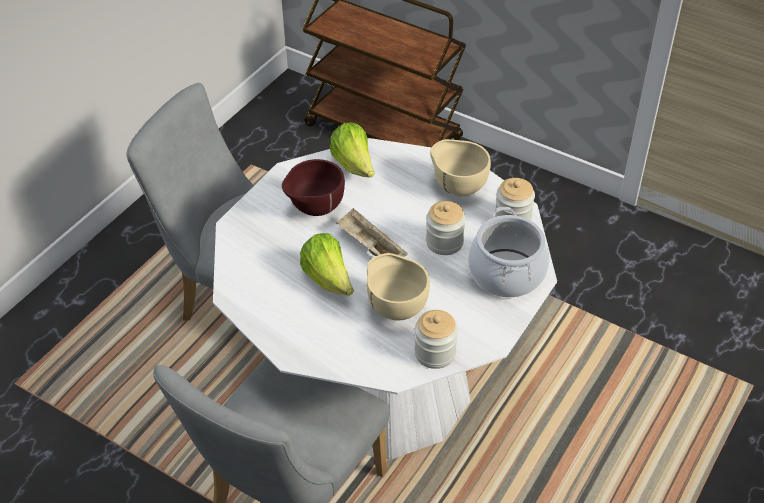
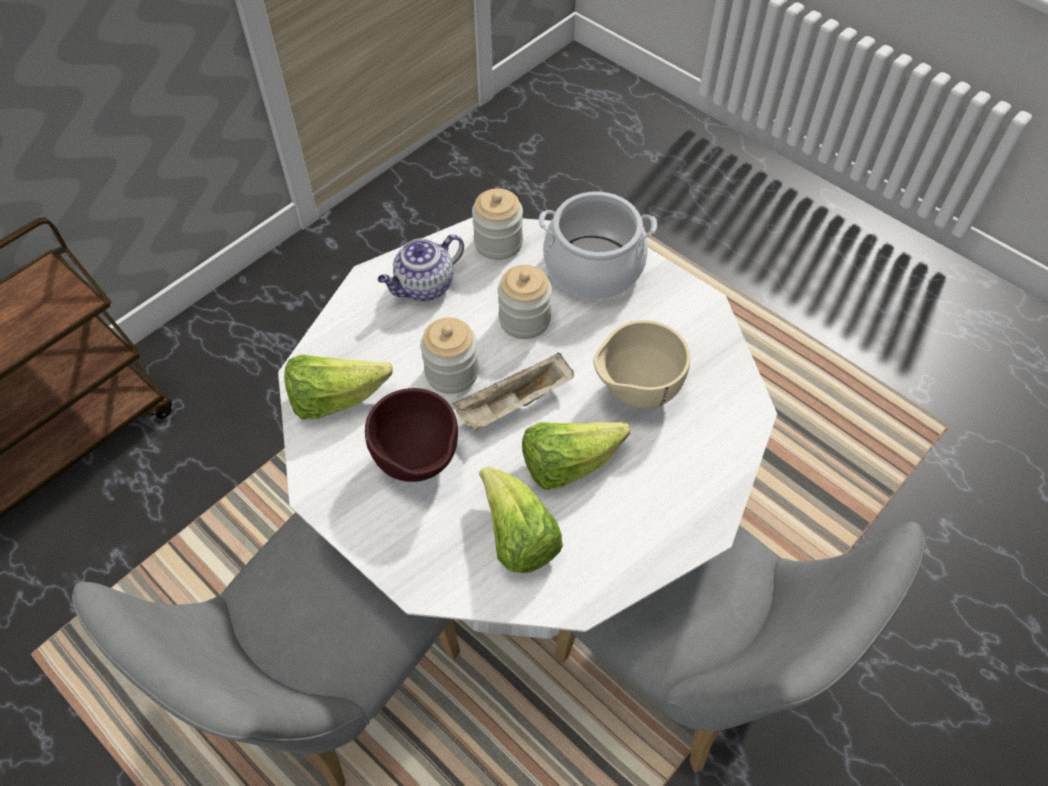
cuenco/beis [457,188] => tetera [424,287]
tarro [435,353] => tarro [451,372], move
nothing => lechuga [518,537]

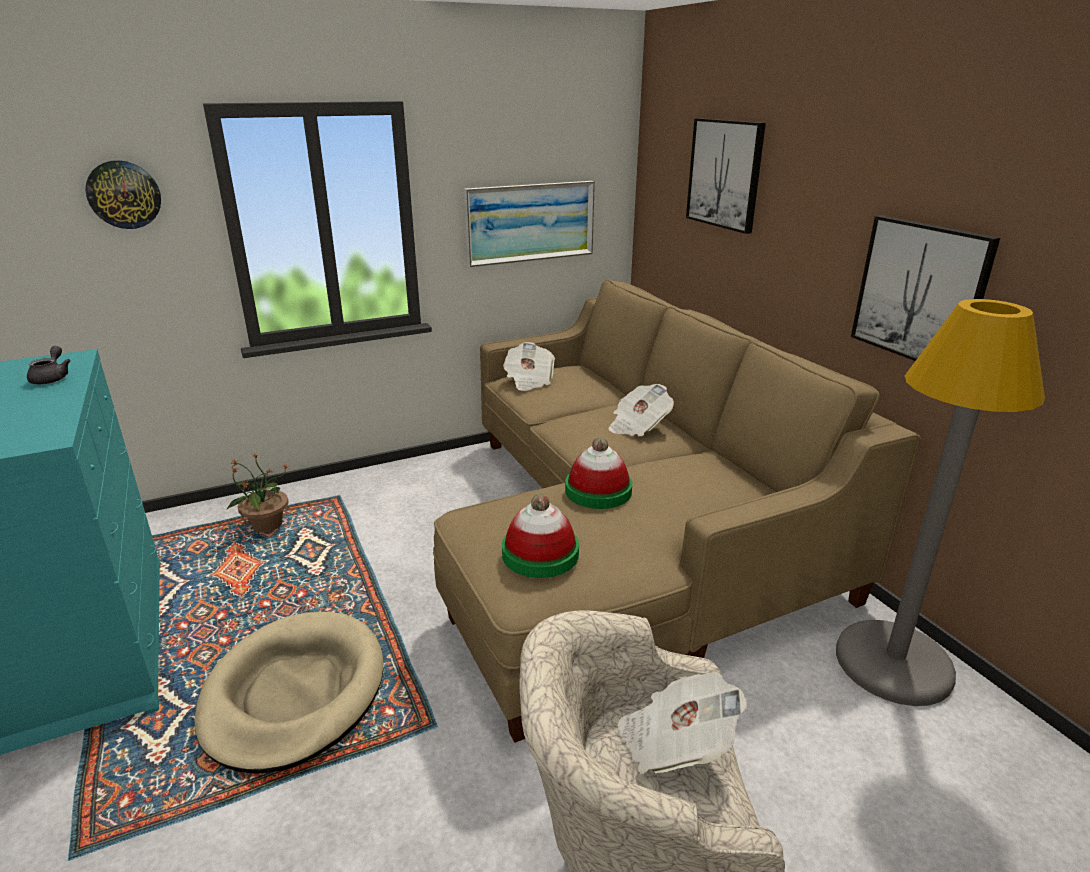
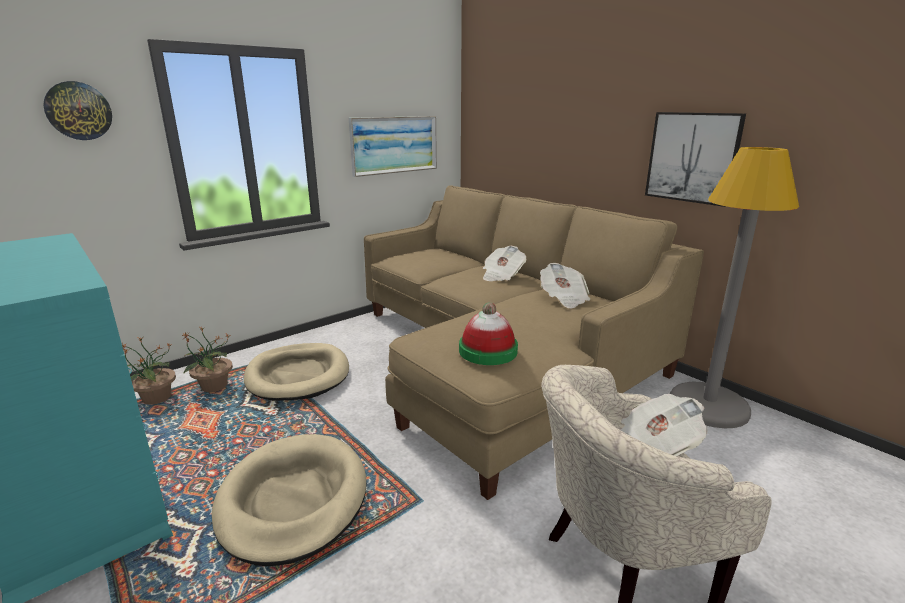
nothing => planta en maceta [156,399]
nothing => cama para perro/beis [298,375]
periódico [529,380] => periódico [563,298], move
tetera/gris [52,378] => nothing
sombrero [598,491] => nothing
cuadro [725,174] => nothing

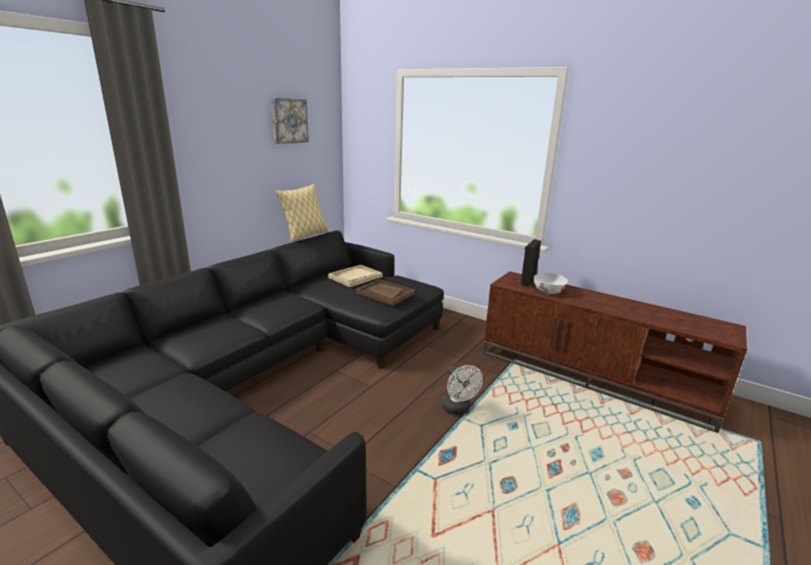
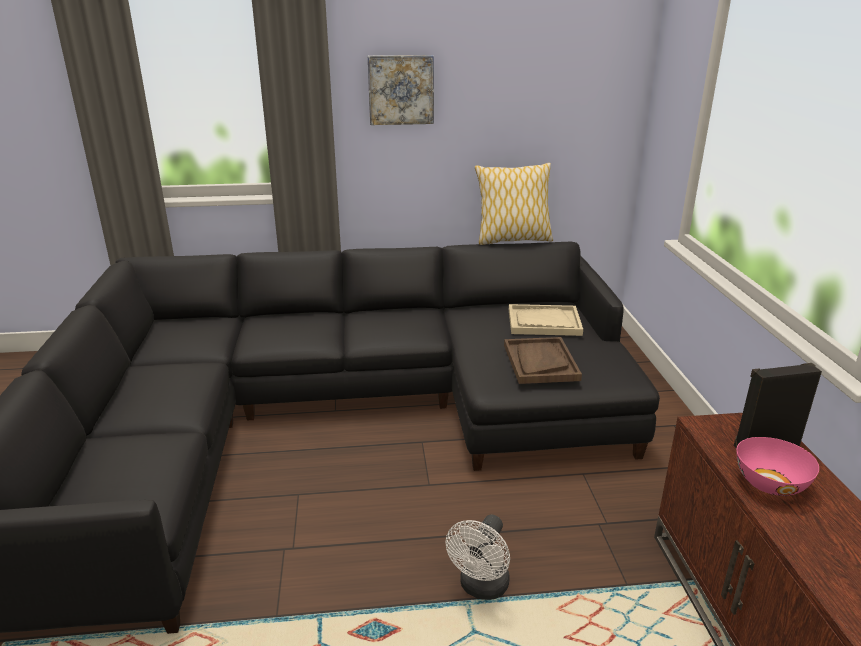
cuadro [289,121] => cuadro [400,89], move
cuenco/blanco [548,291] => cuenco/rosa [770,483]

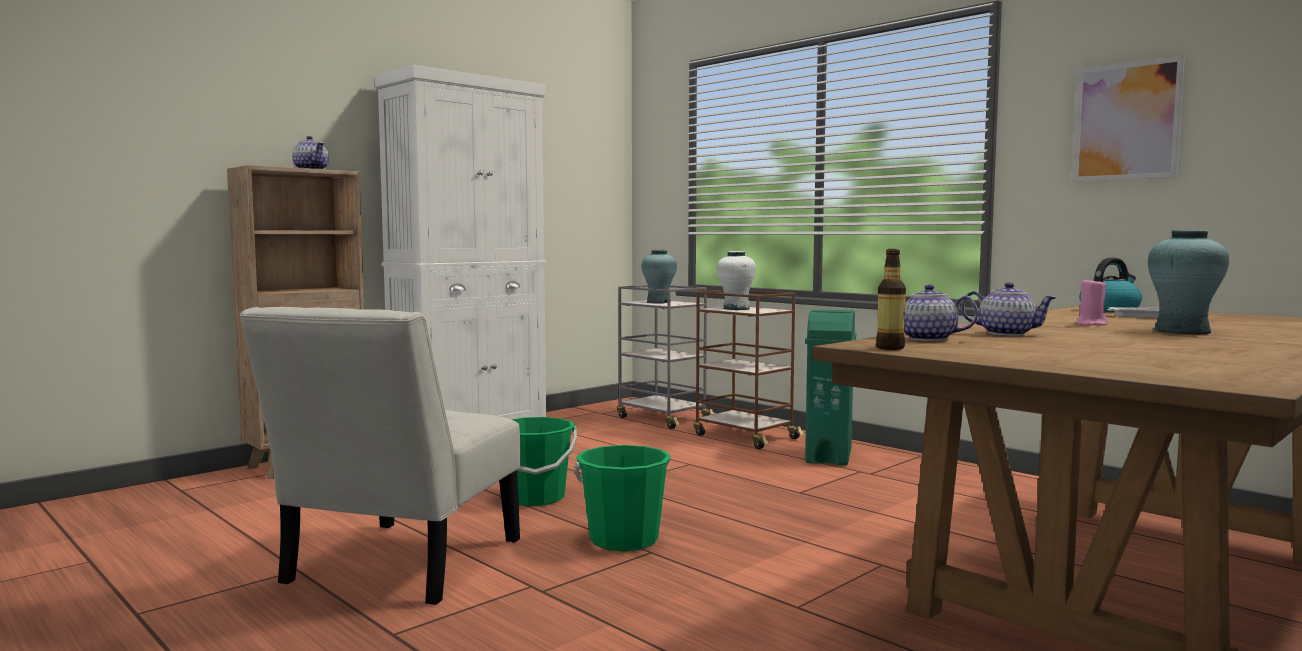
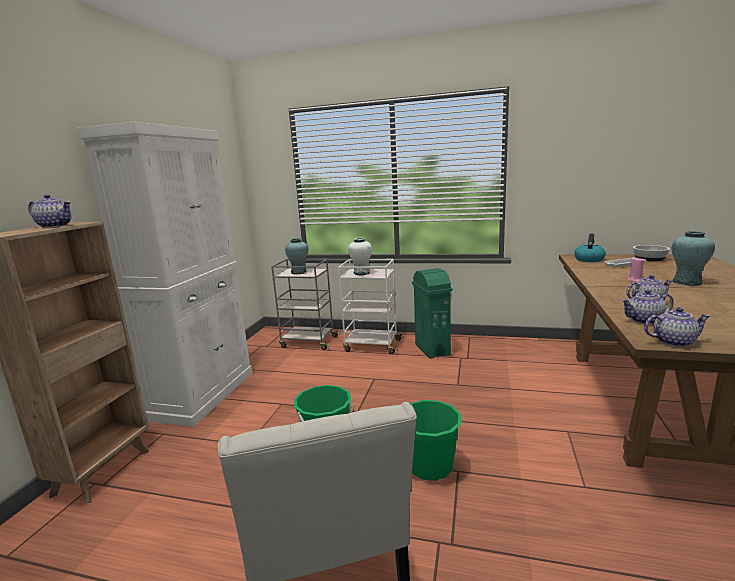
carrito/marrón [744,436] => carrito/blanco [372,345]
nothing => cuenco [650,258]
botella [890,348] => tetera [673,341]
cuadro [1126,121] => nothing

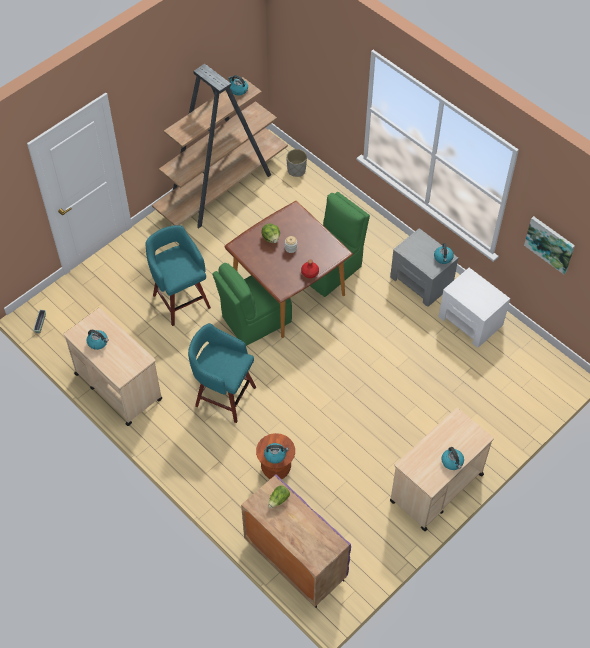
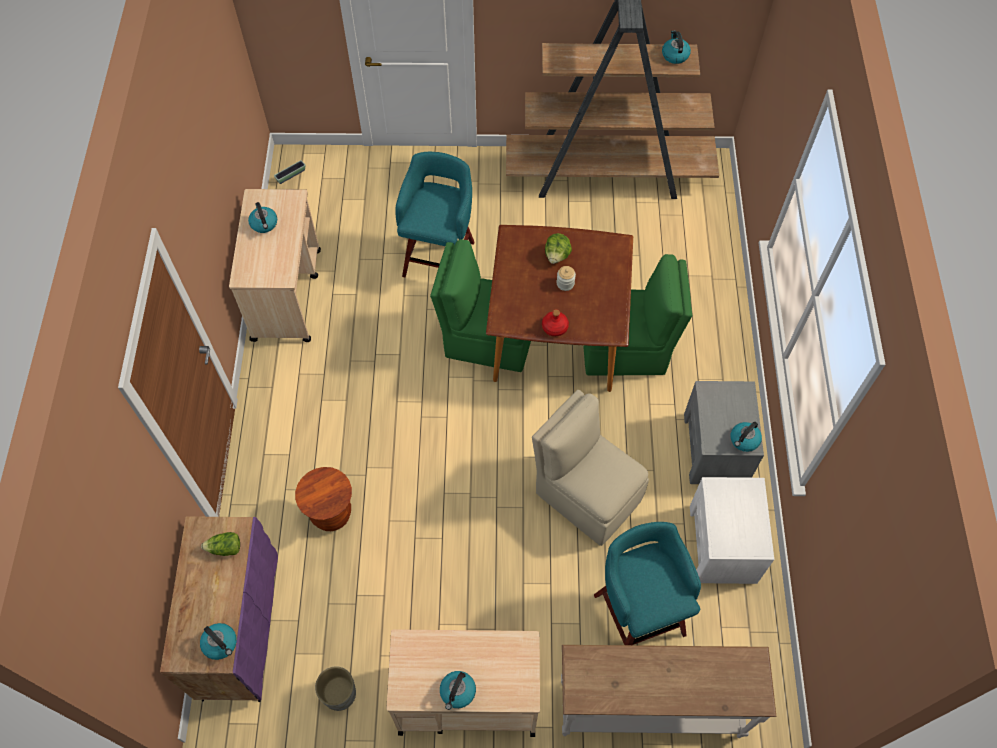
hervidor [275,455] => hervidor [221,644], move
maceta/gris [296,170] => maceta/gris [340,694], move
nothing => silla/beis [586,494]
nothing => mesa consola/blanco [650,707]
taburete/turquesa [223,395] => taburete/turquesa [638,611], move
cuadro [550,244] => nothing

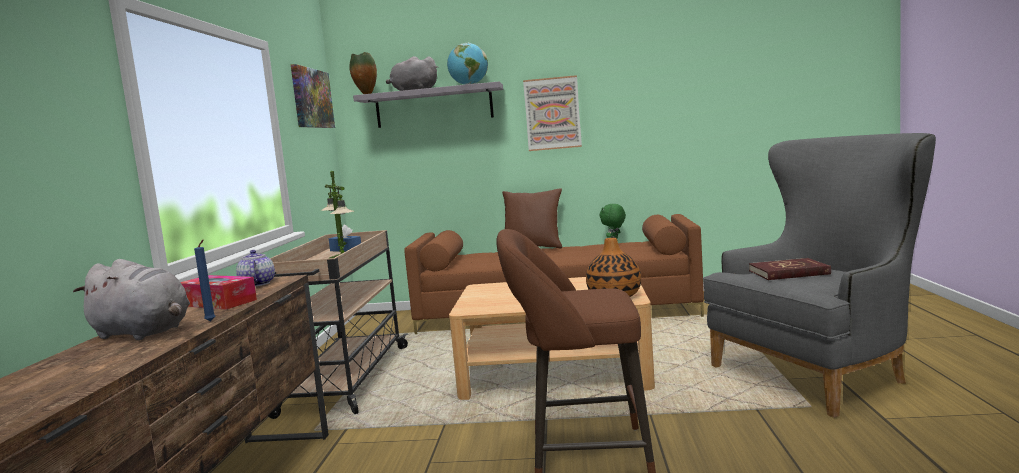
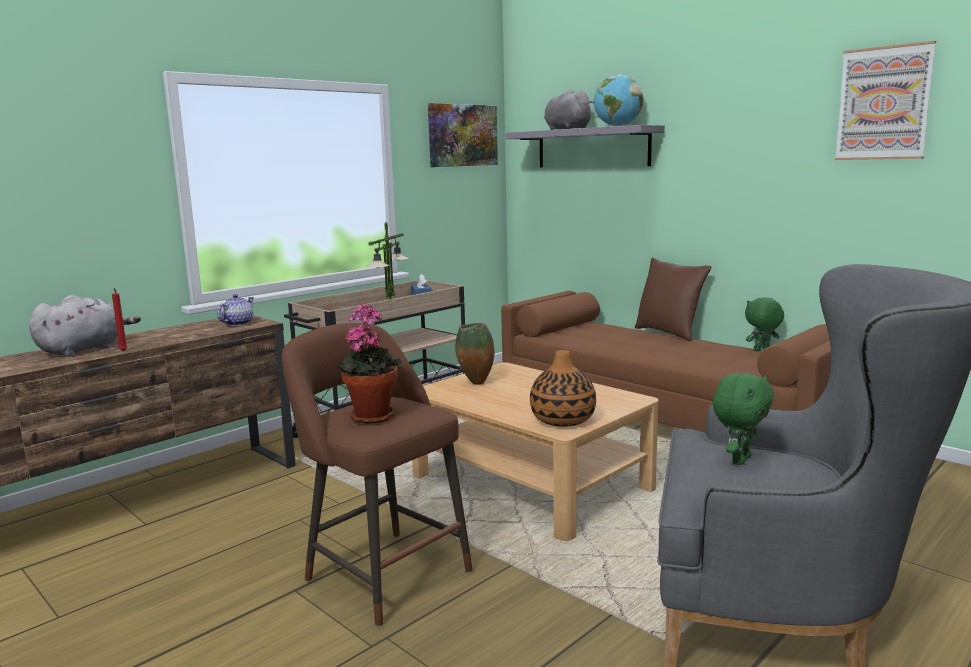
peluche/gris [143,333] => peluche/gris [84,349], 120 degrees counterclockwise
vela/azul [211,321] => vela/rojo [123,351]
nothing => planta en maceta [371,415]
florero [366,94] => florero [475,383], move
libro/rojo [788,272] => peluche/verde [739,460]
cuadro [552,113] => cuadro [883,103], move
caja de pañuelos [218,303] => nothing

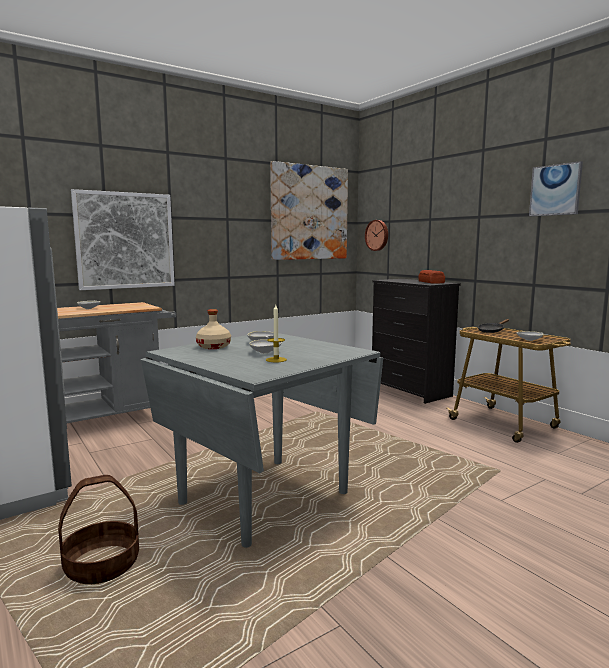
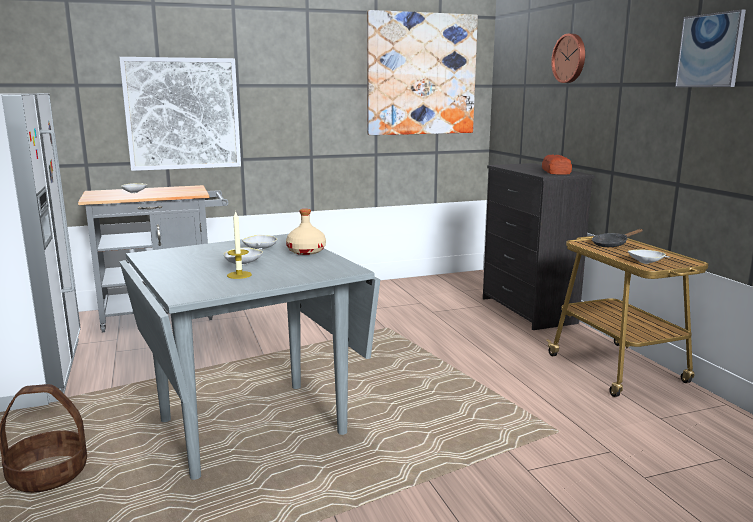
botella/beis [214,346] => botella/beis [306,251], move
reloj de pared [377,235] => reloj de pared [570,58], move

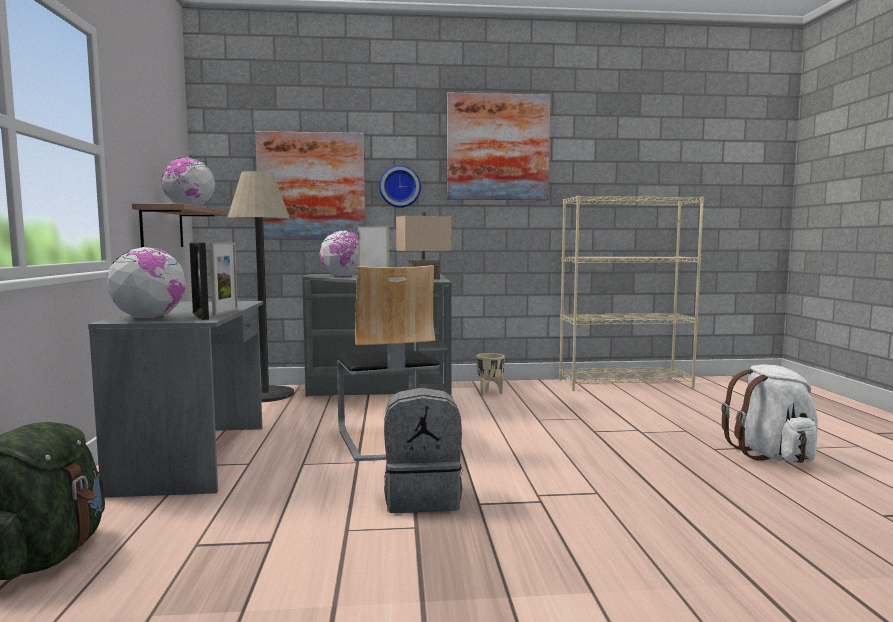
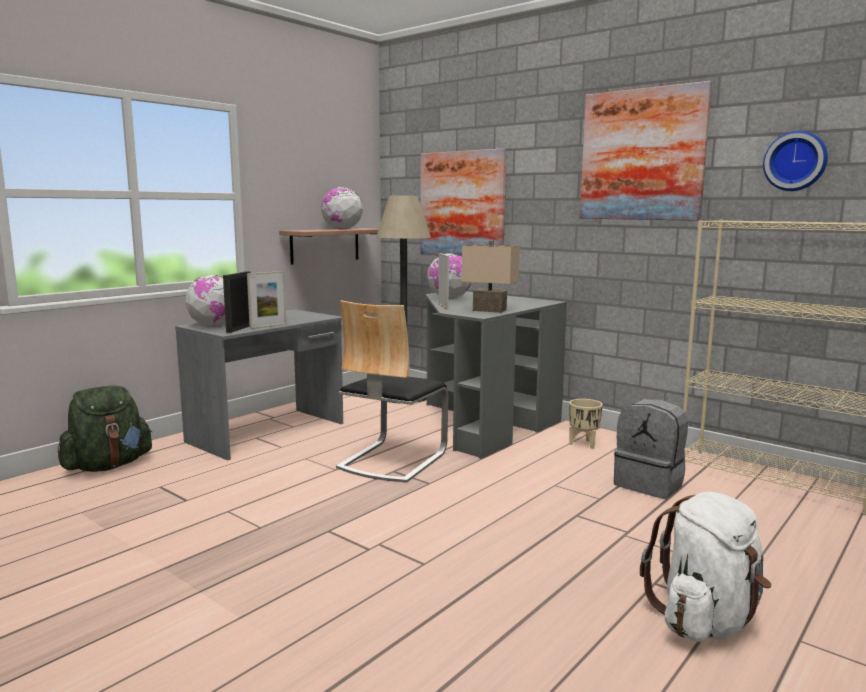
mochila/gris [423,497] => mochila/gris [650,484], move
reloj de pared [400,186] => reloj de pared [795,161], move

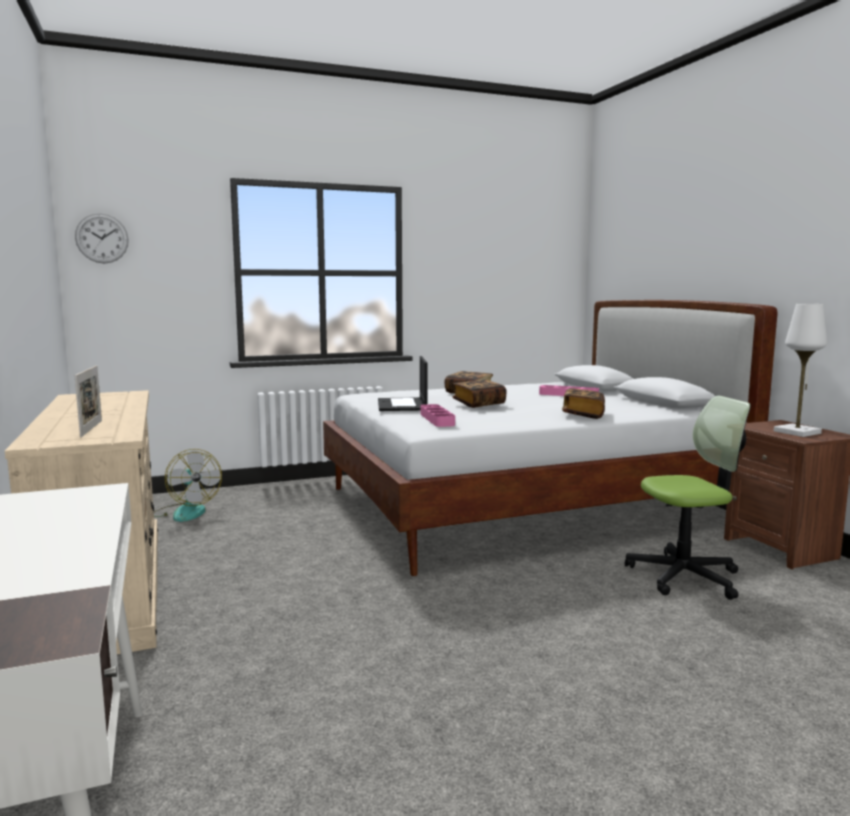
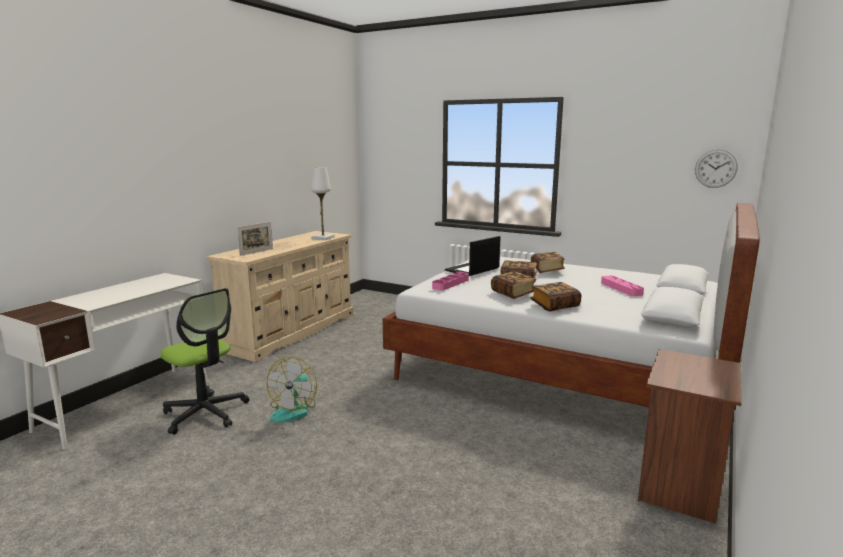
silla de oficina [684,576] => silla de oficina [205,413], move
ventilador [185,512] => ventilador [294,410], move
lámpara de mesa/blanco [797,432] => lámpara de mesa/blanco [323,238], move
nothing => libro [513,294]
reloj de pared [102,238] => reloj de pared [715,168], move

